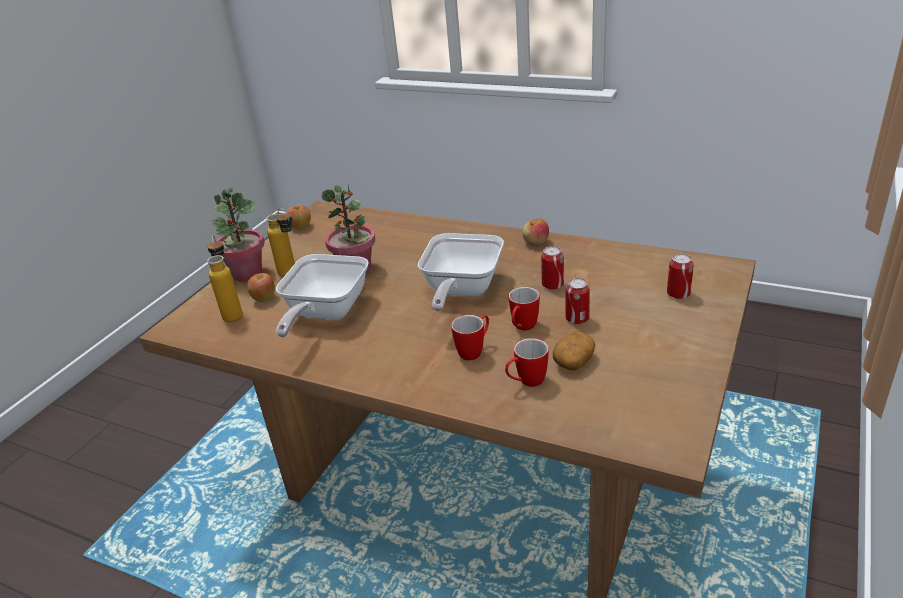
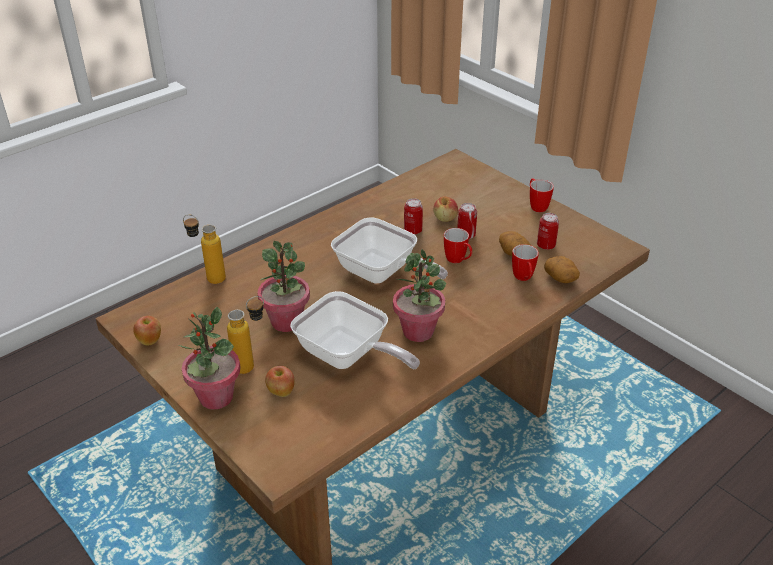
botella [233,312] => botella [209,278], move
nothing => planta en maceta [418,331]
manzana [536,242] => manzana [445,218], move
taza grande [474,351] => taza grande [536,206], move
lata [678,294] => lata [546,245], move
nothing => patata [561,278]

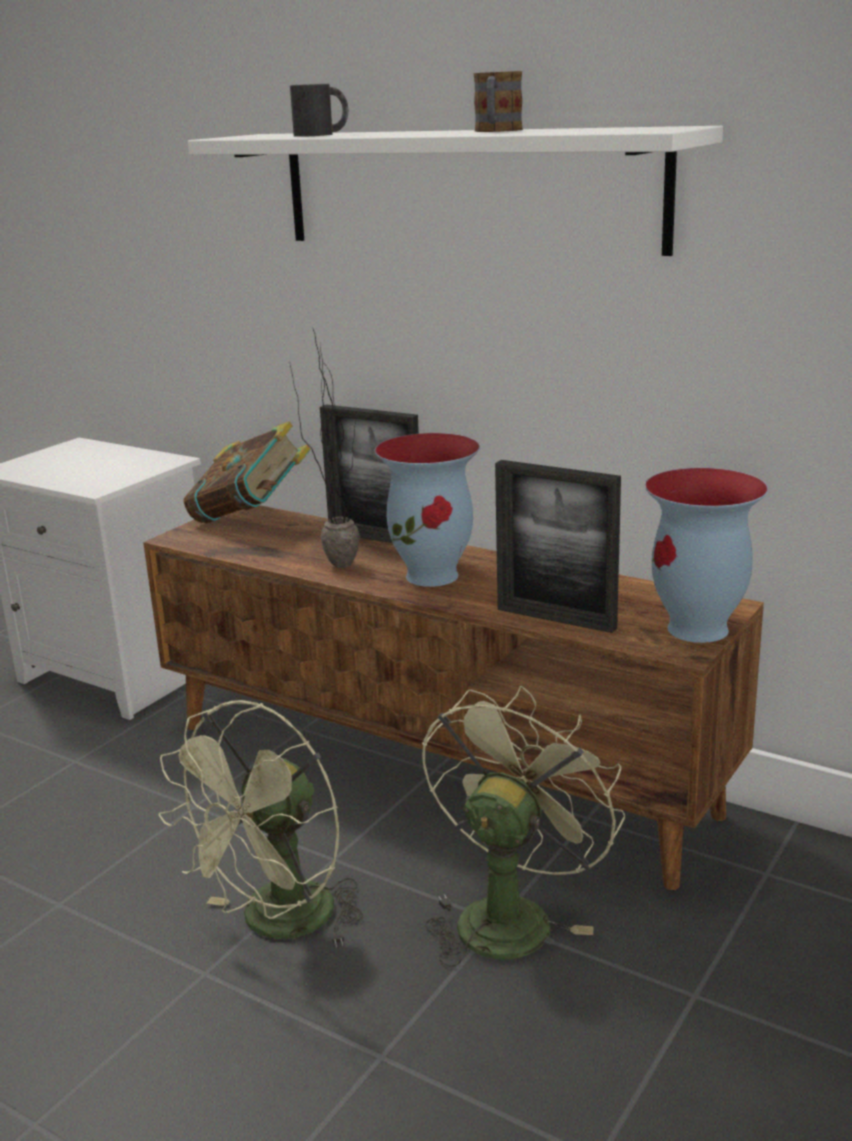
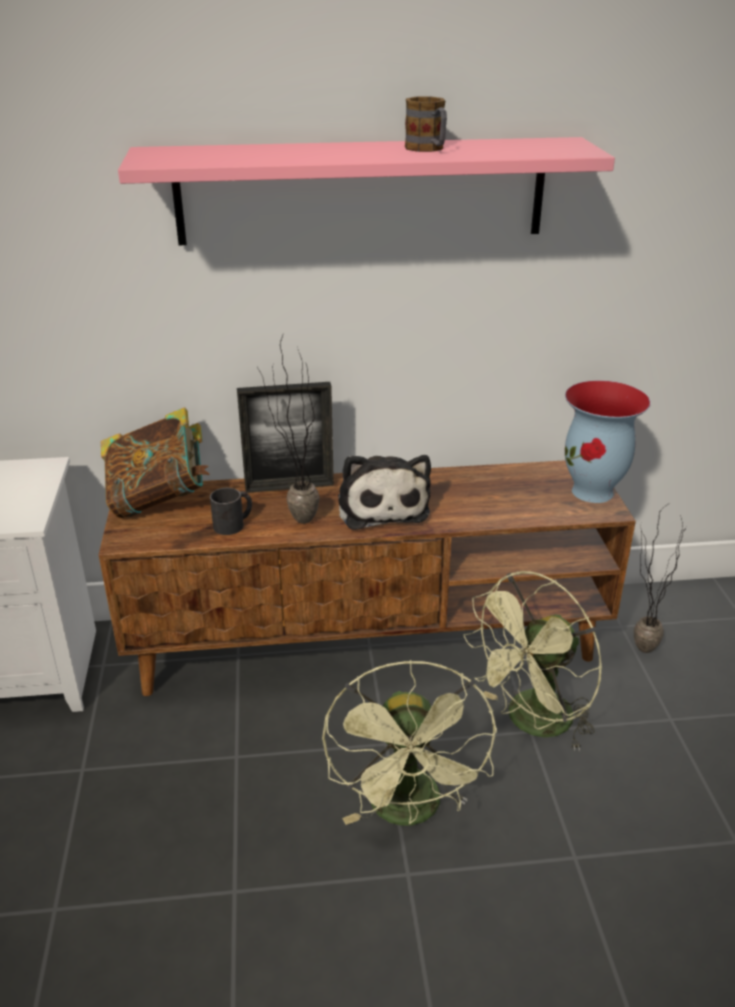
estante/blanco [466,189] => estante/rosa [361,191]
taza grande/negro [321,135] => taza grande/negro [234,524], move
florero [434,575] => peluche [381,506]
ventilador/verde [510,914] => ventilador/verde [531,723], 120 degrees counterclockwise
nothing => planta en maceta [635,648]
portarretratos [556,618] => nothing

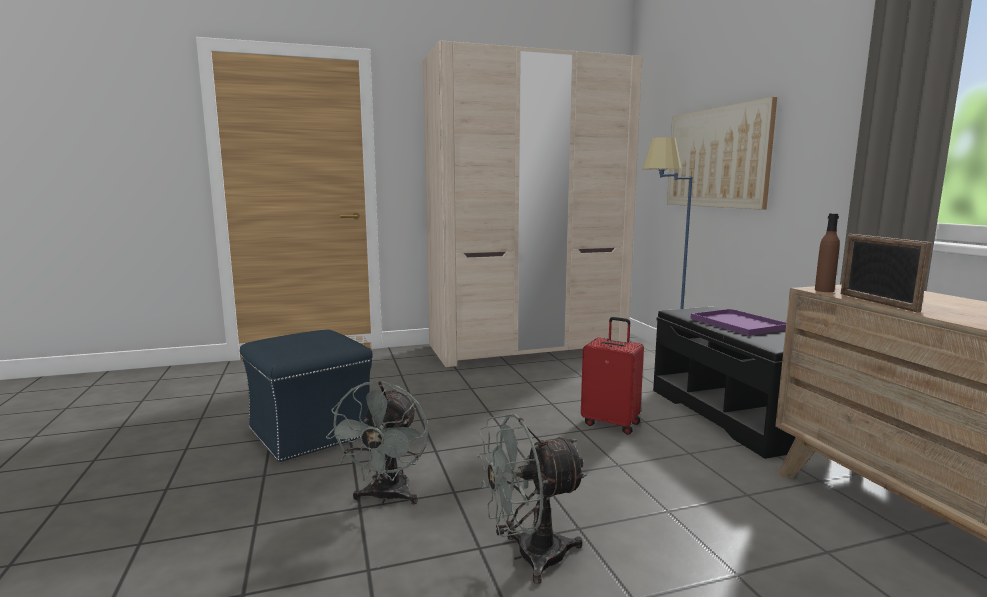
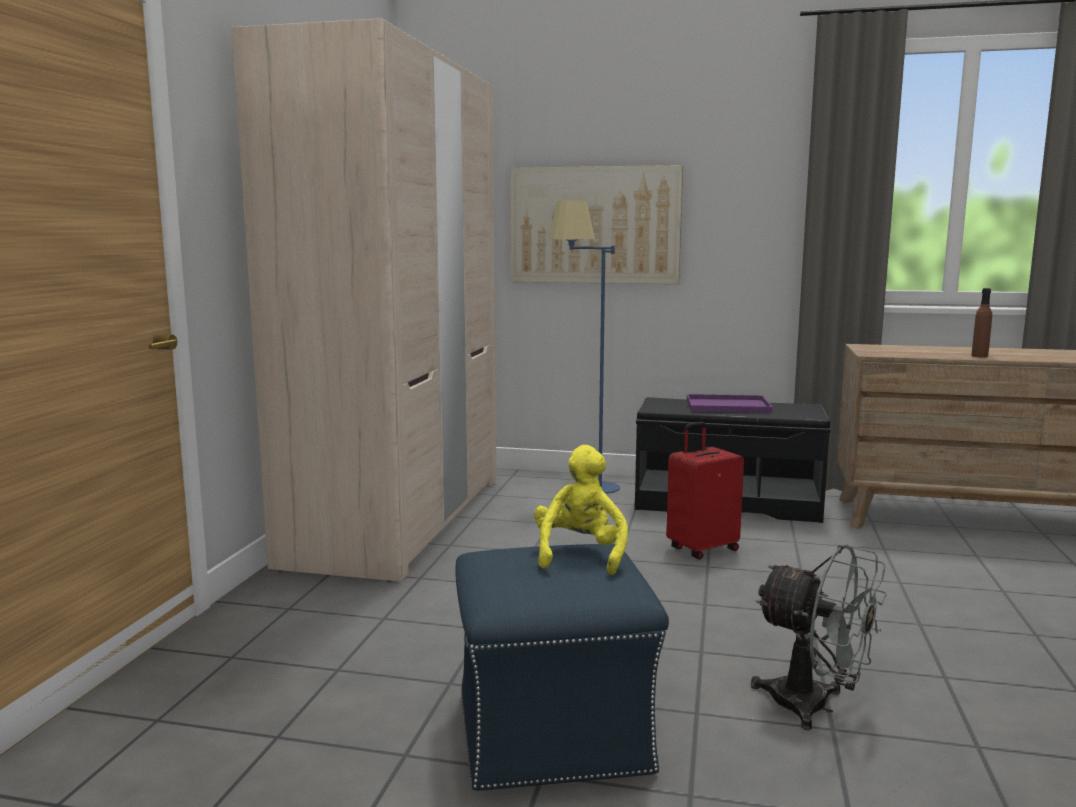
nothing => peluche/amarillo [580,554]
botella/marrón [824,290] => botella/marrón [979,356], move
ventilador/gris [528,557] => nothing
portarretratos [876,302] => nothing

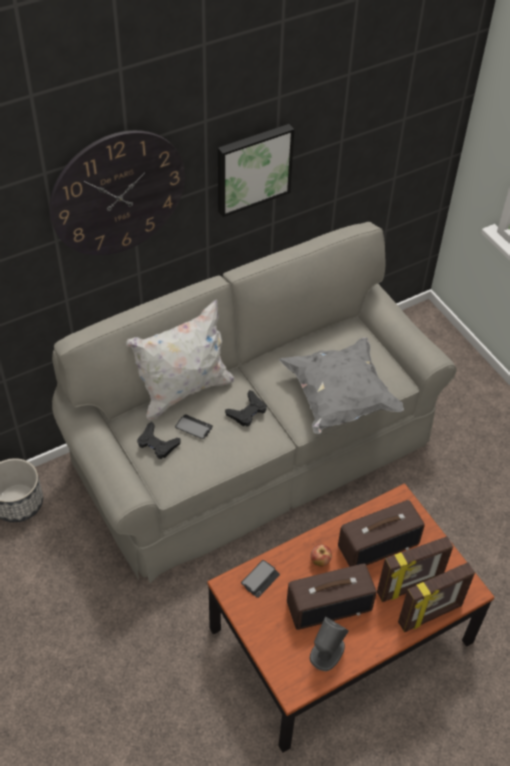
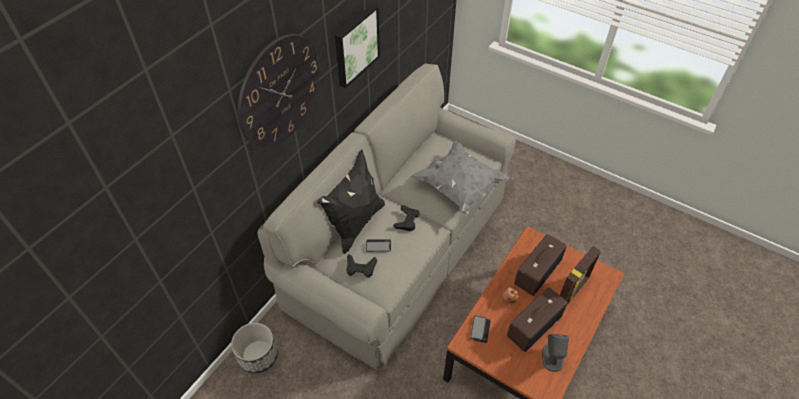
cojín/blanco [183,390] => cojín/negro [355,224]
portarretratos [430,615] => nothing

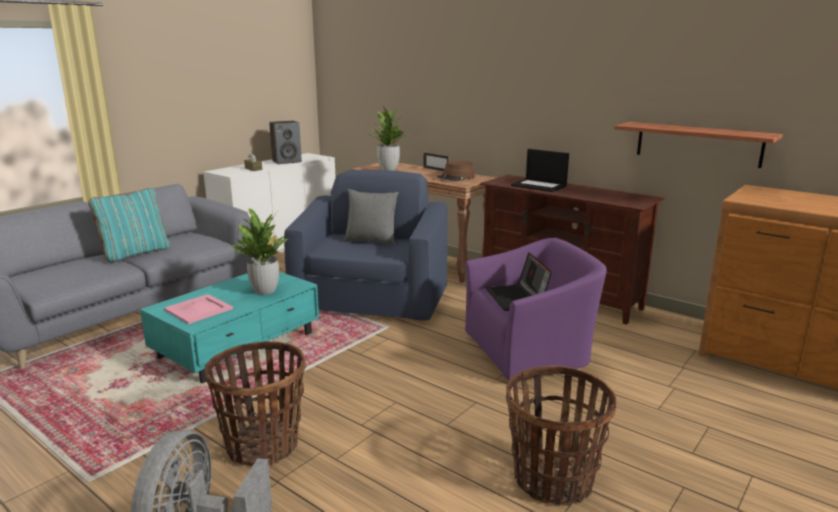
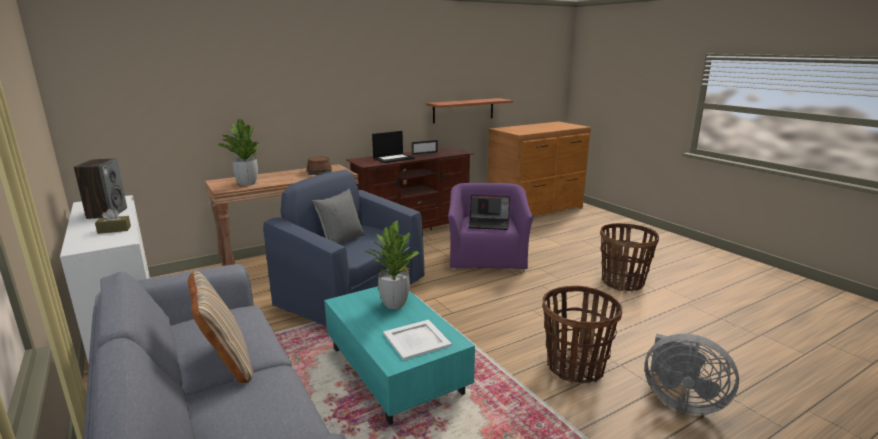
cojín/turquesa [135,253] => cojín/beis [226,364]
bandeja/rosa [198,309] => bandeja/blanco [416,340]
portarretratos [436,169] => portarretratos [424,153], move

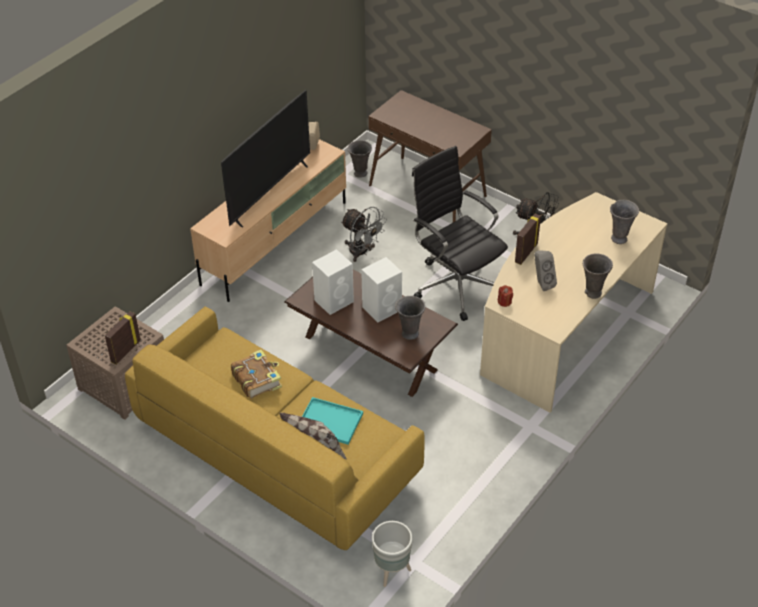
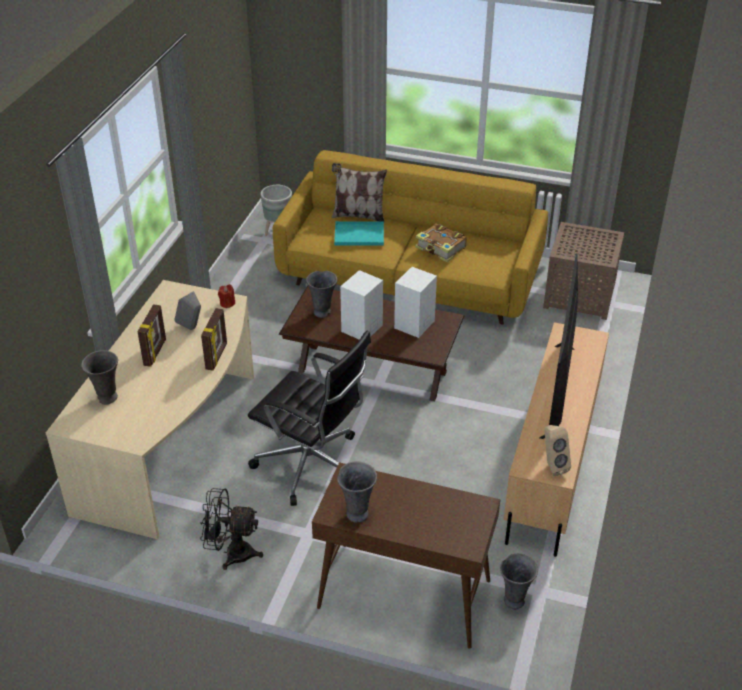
portarretratos [125,351] => portarretratos [155,352], move
florero/gris [593,293] => florero/gris [357,513], move
ventilador/gris [362,252] => nothing

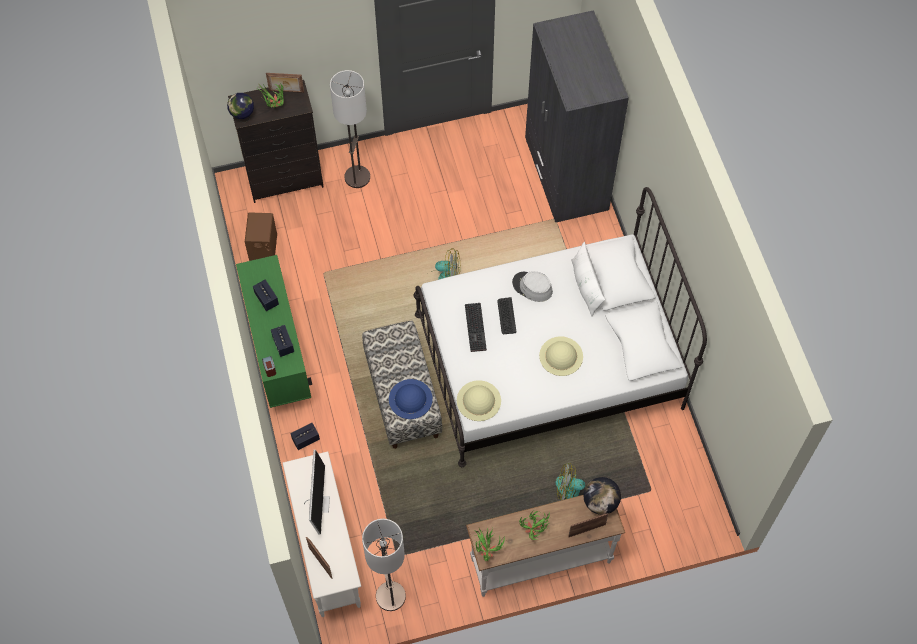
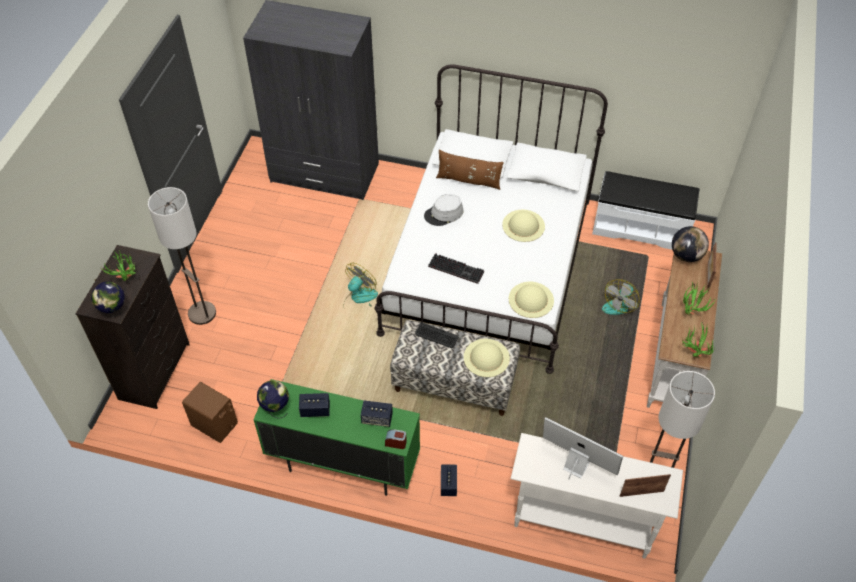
nothing => globo terráqueo [275,408]
teclado [506,316] => teclado [436,336], move
cojín/blanco [586,286] => cojín/marrón [468,180]
sombrero/azul [410,399] => sombrero/beis [486,357]
nothing => banco/blanco [640,227]
portarretratos [286,92] => nothing

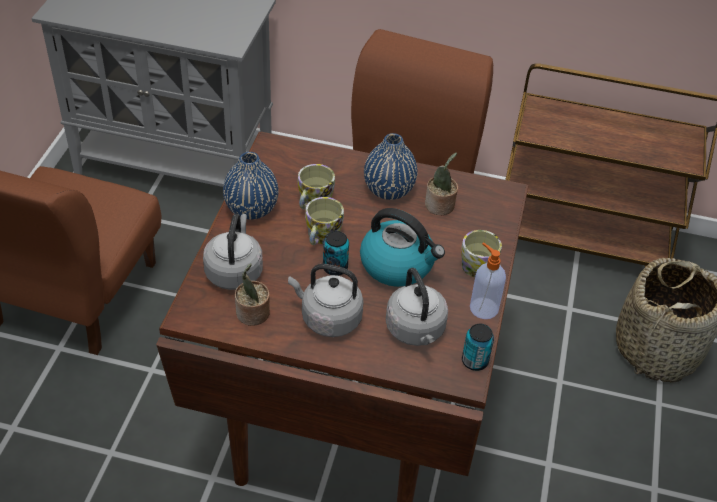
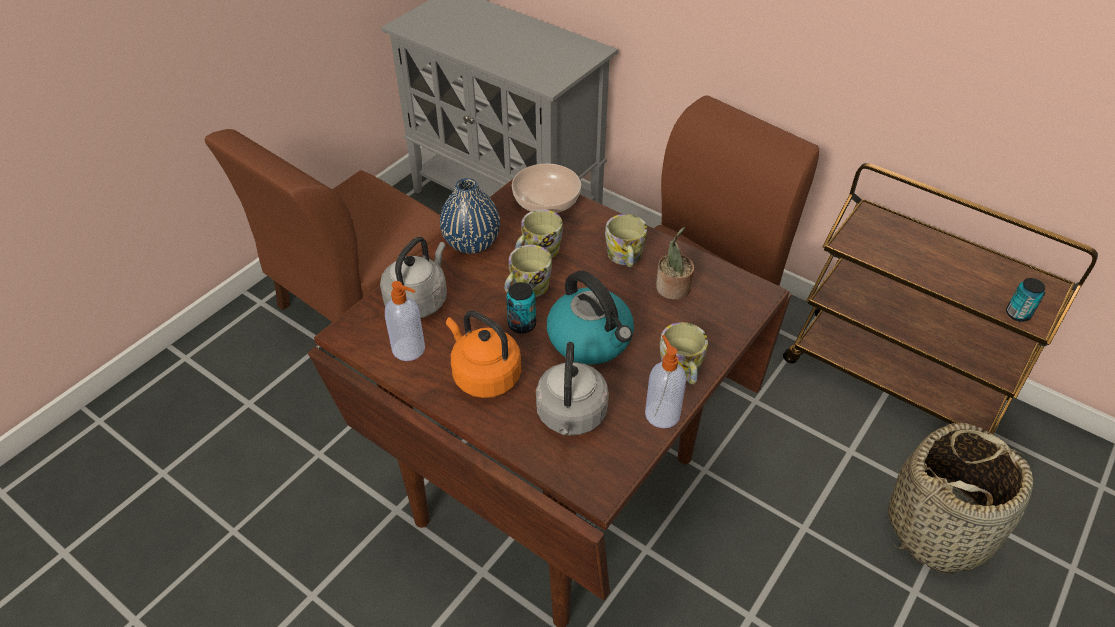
planta en maceta [252,315] => dispensador de jabón [410,349]
hervidor/gris [328,318] => hervidor/naranja [484,375]
nothing => cuenco [547,201]
florero/azul [388,189] => taza grande [625,258]
lata [474,361] => lata [1017,314], move

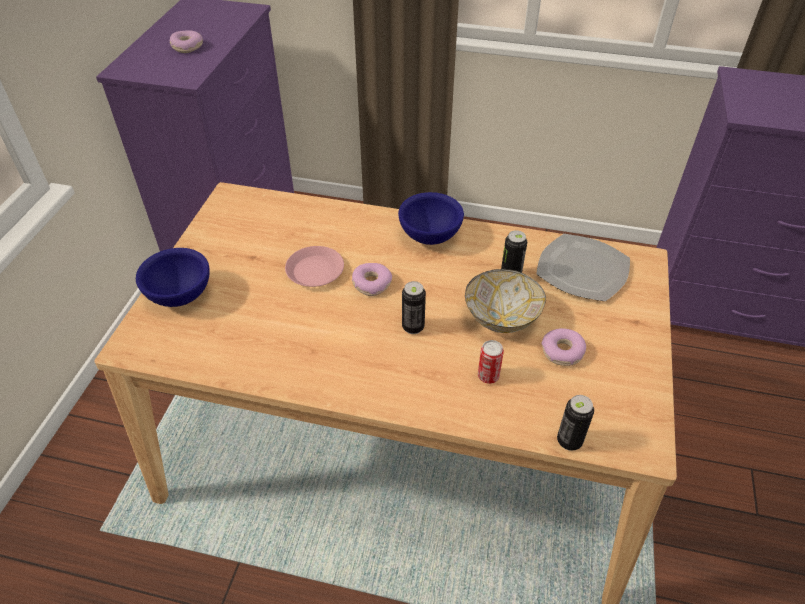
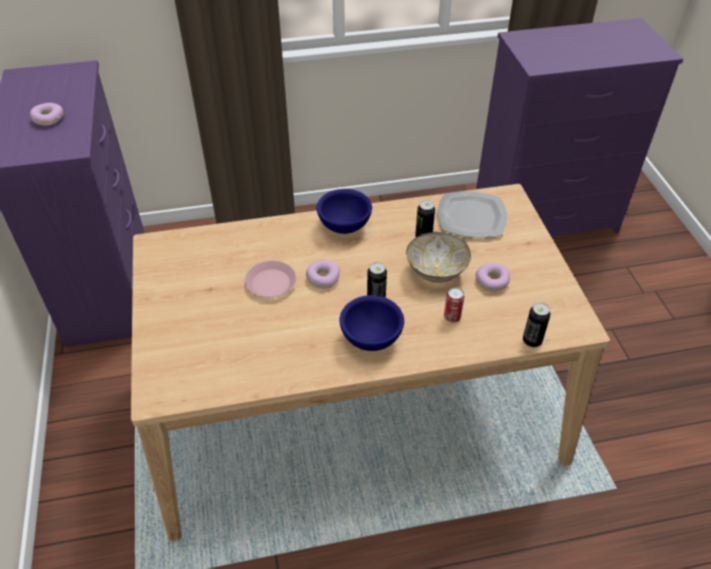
cuenco/azul [179,295] => cuenco/azul [370,339], move

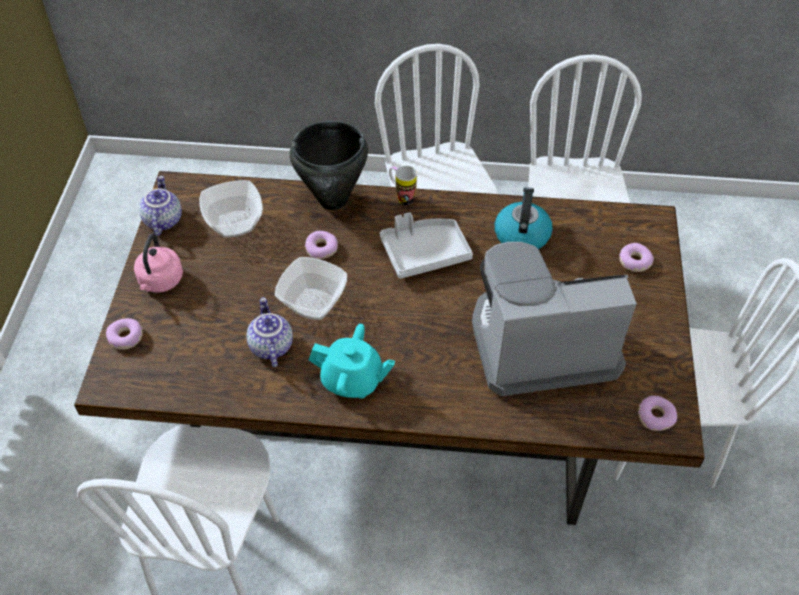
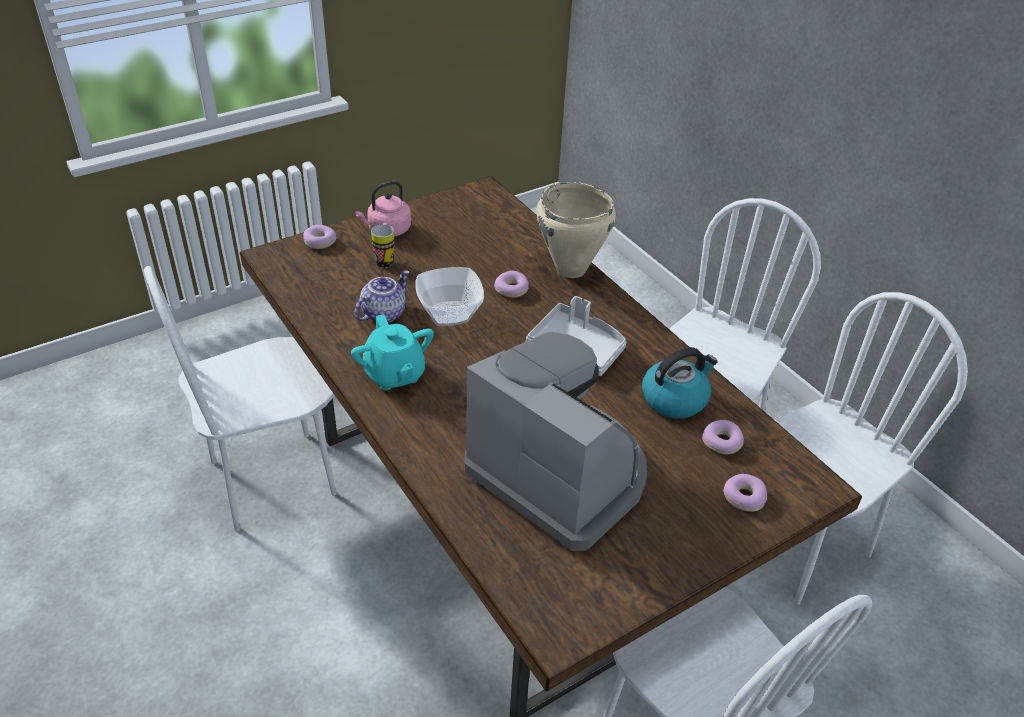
taza grande [401,197] => taza grande [385,259], move
olla/negro [333,200] => olla/beis [570,269]
rosquilla [655,416] => rosquilla [722,442], move
tetera [162,220] => nothing
cuenco [234,224] => nothing

